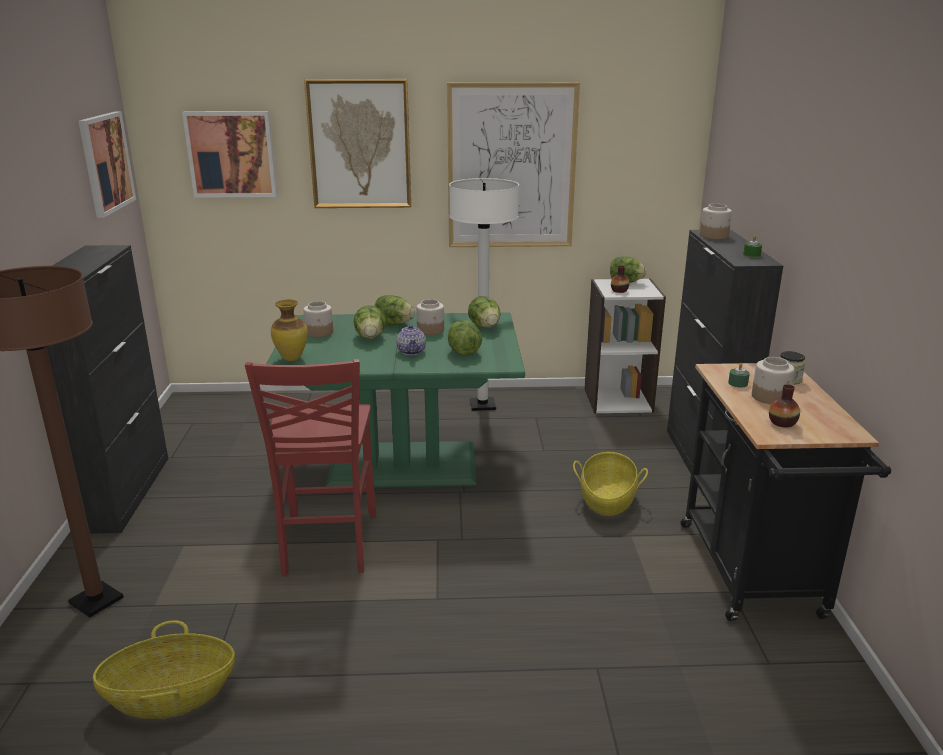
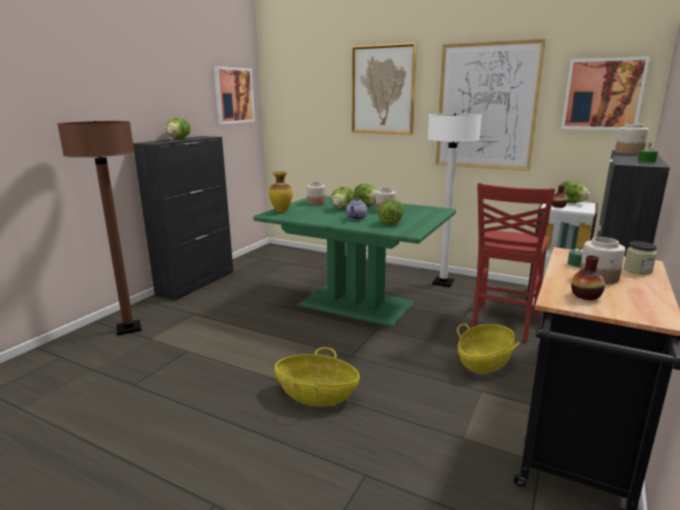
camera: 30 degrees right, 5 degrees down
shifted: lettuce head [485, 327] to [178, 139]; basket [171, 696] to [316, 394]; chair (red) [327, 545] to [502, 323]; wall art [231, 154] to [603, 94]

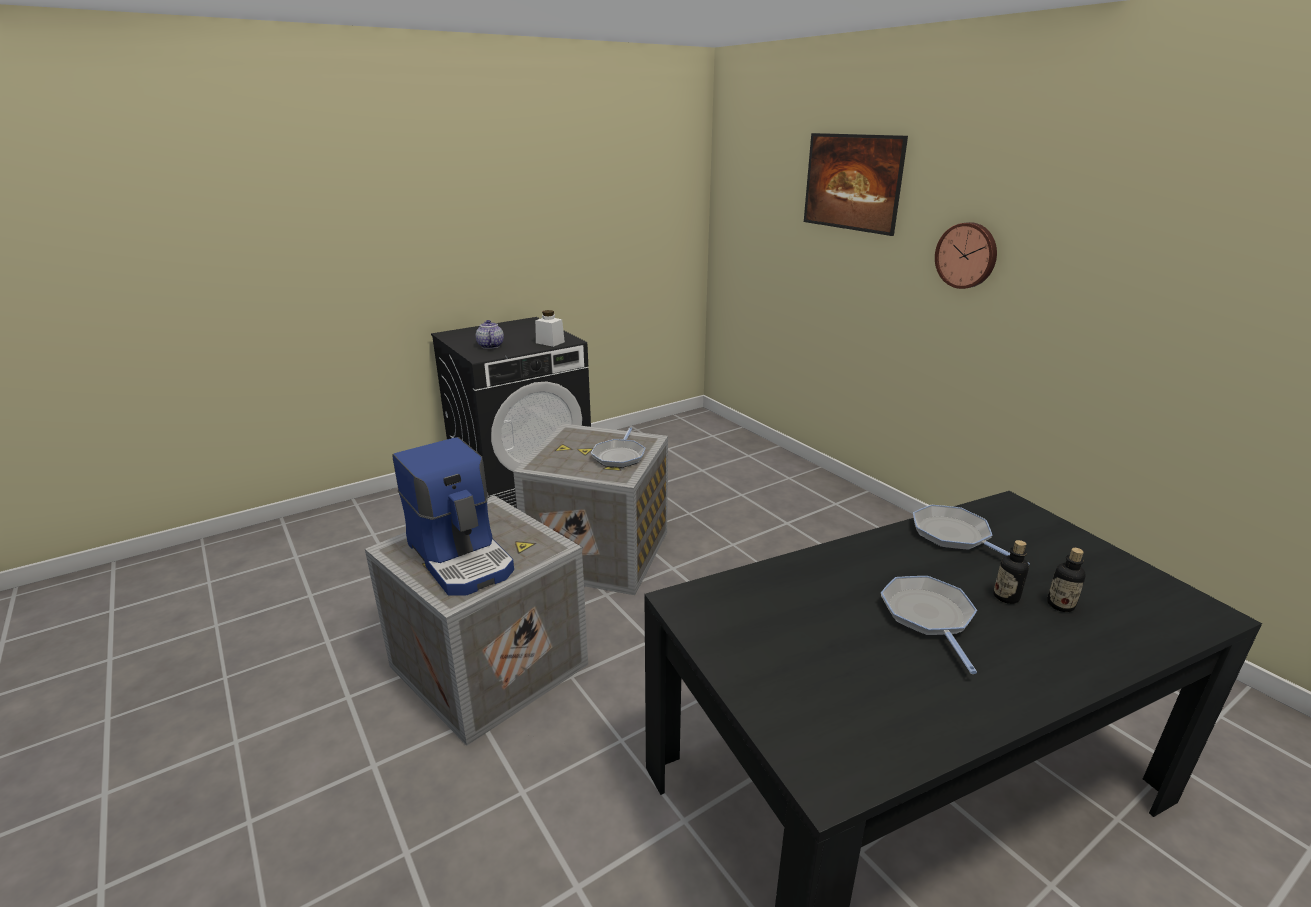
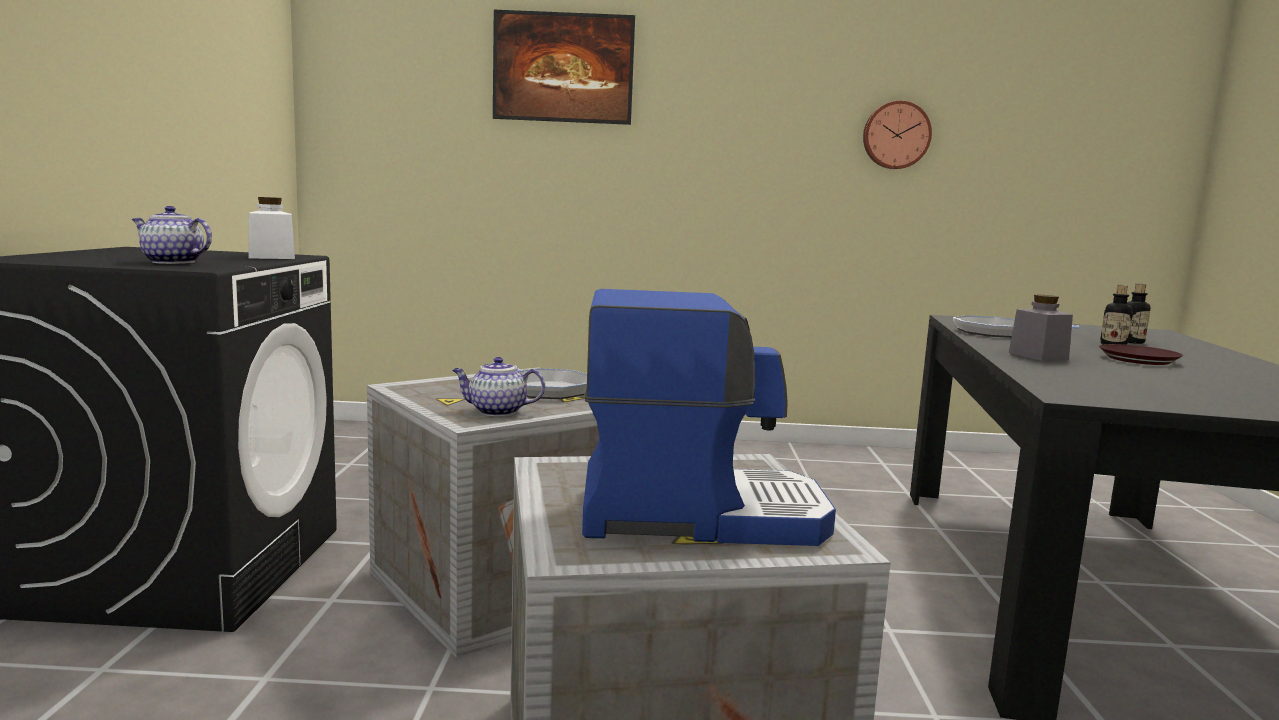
camera: 55 degrees left, 15 degrees down
new: tea pot [496, 411]; storage jar (grey) [1038, 356]
shifted: wall clock [967, 255] to [896, 135]
swapped: skillet [928, 617] to plate (brown-coloured) [1139, 360]

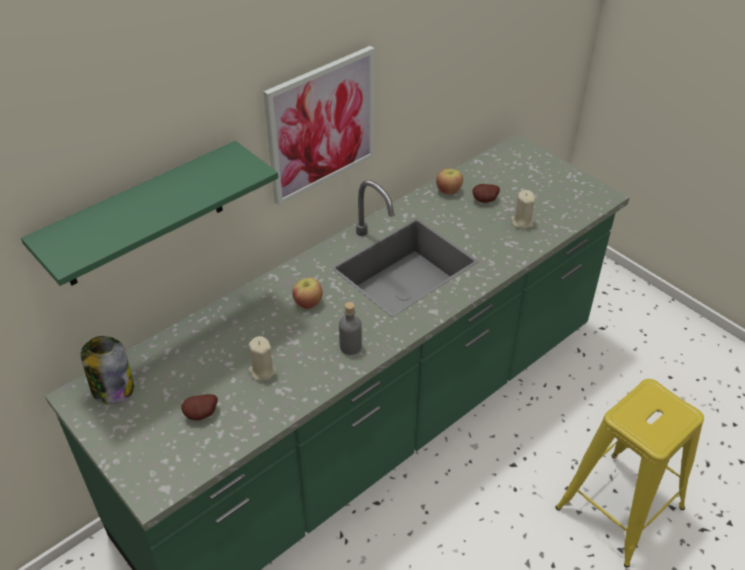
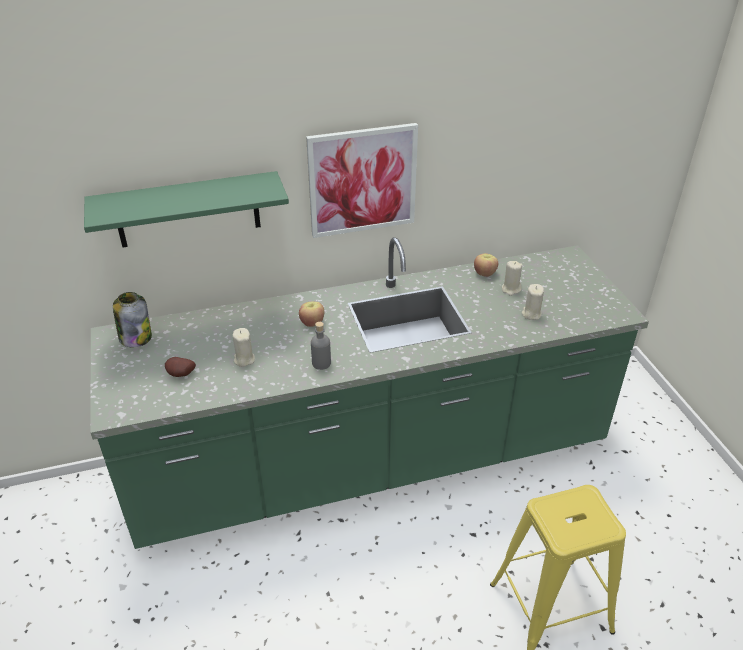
camera: 25 degrees right, 5 degrees down
swapped: spud [485, 201] to wax light (sand-coloured) [511, 289]

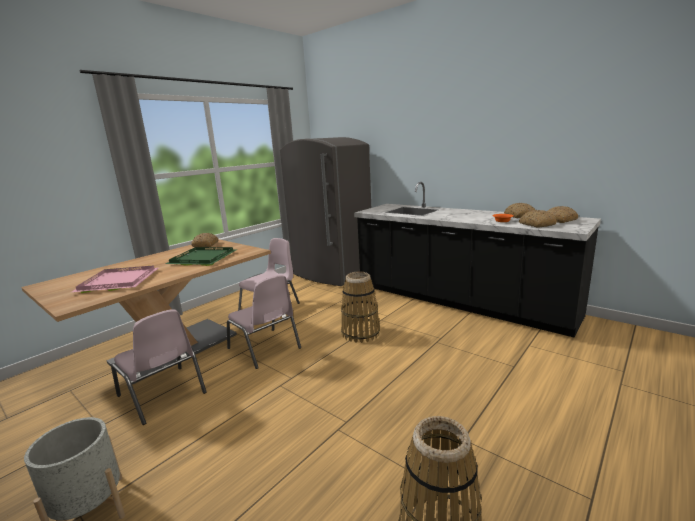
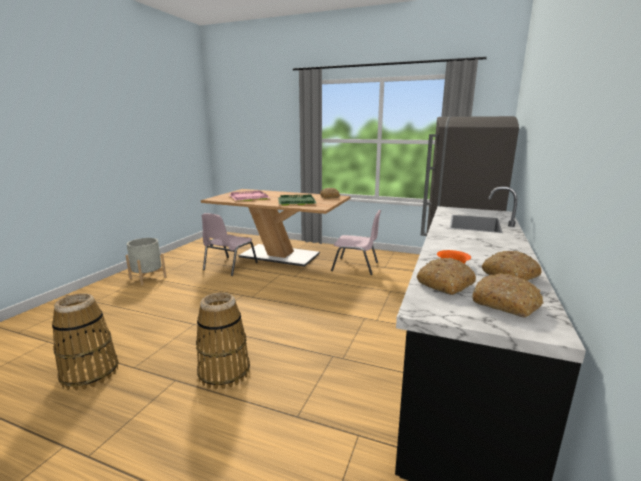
camera: 70 degrees right, 0 degrees up
gone: chair (pink-coloured) [265, 348]
shifted: basket [360, 333] to [224, 372]

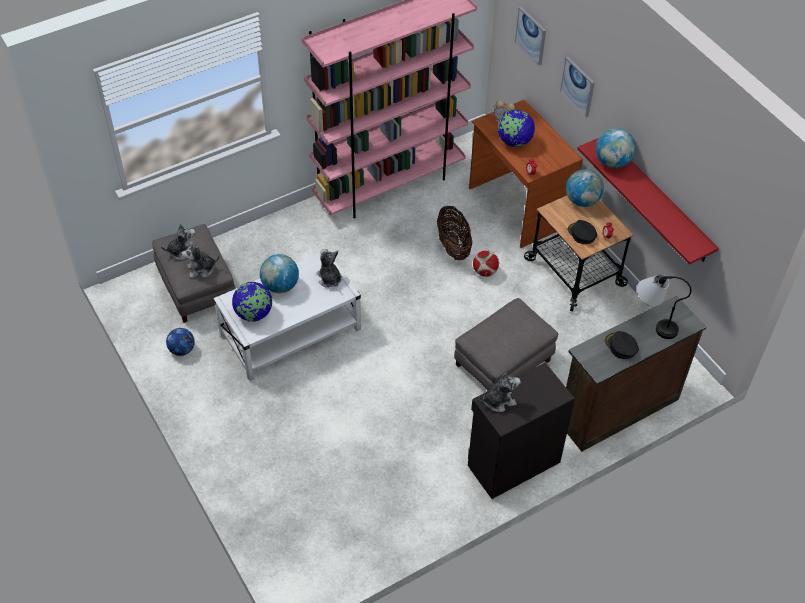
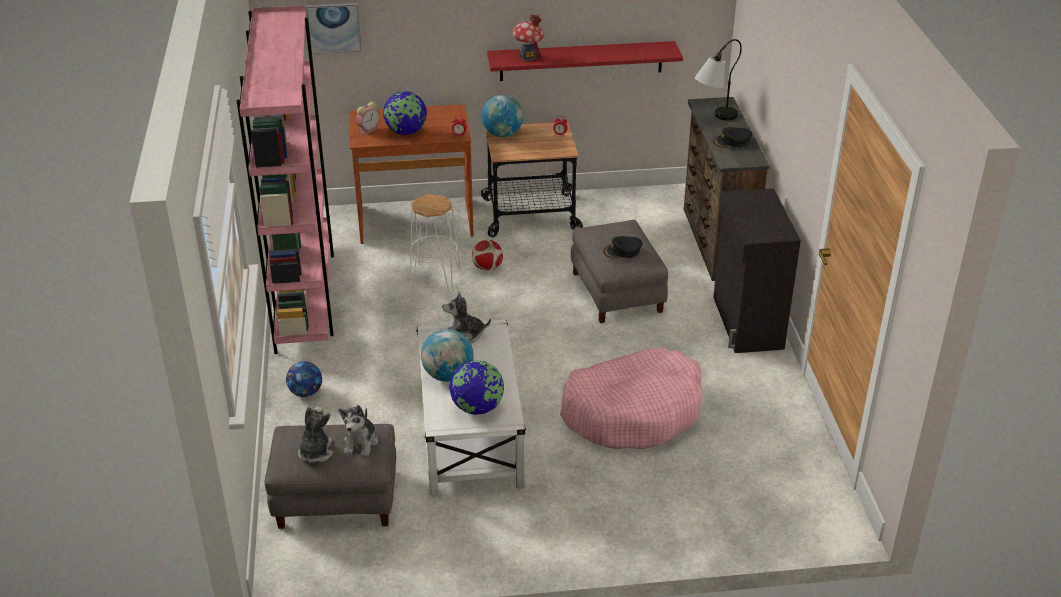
camera: 65 degrees left, 15 degrees down
gone: plush toy [498, 400]; wall art [578, 86]
new: dog bed (pink-coloured) [633, 412]
shifted: ball for football [182, 350] to [306, 392]; baseball cap (black) [581, 234] to [622, 251]
swapped: basket [453, 246] to stool seat (white-coloured) [435, 278]; world globe [612, 162] to model house [528, 57]

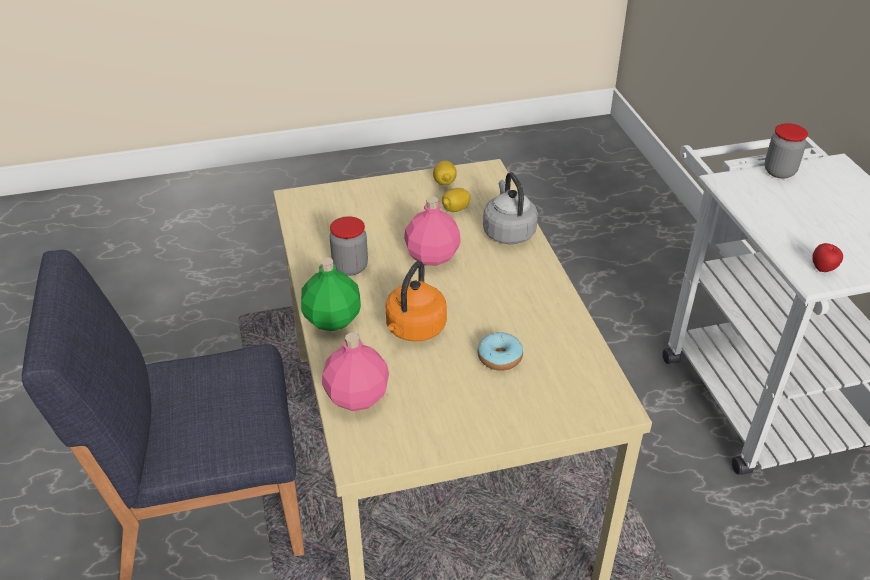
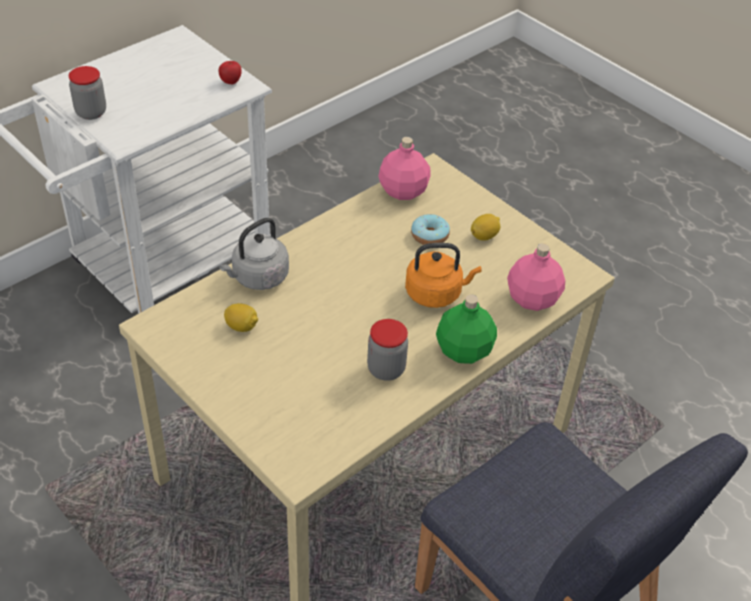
camera: 120 degrees left, 5 degrees up
shifted: bottle (pink-coloured) [432, 255] to [402, 191]; lemon [444, 182] to [484, 236]

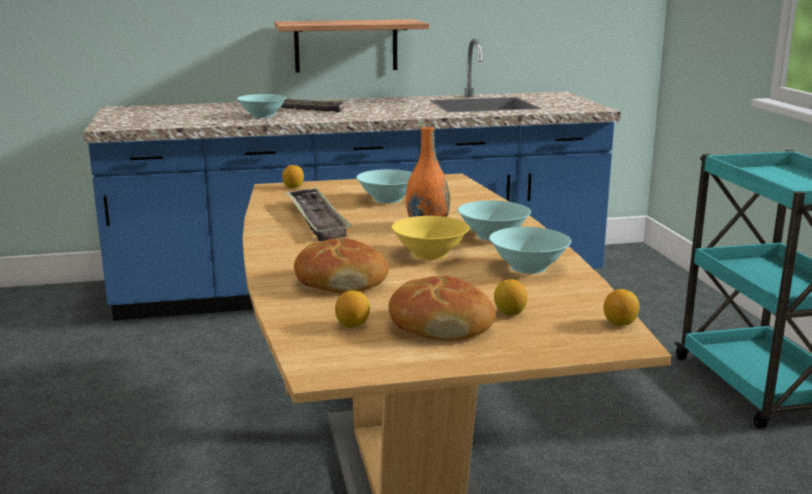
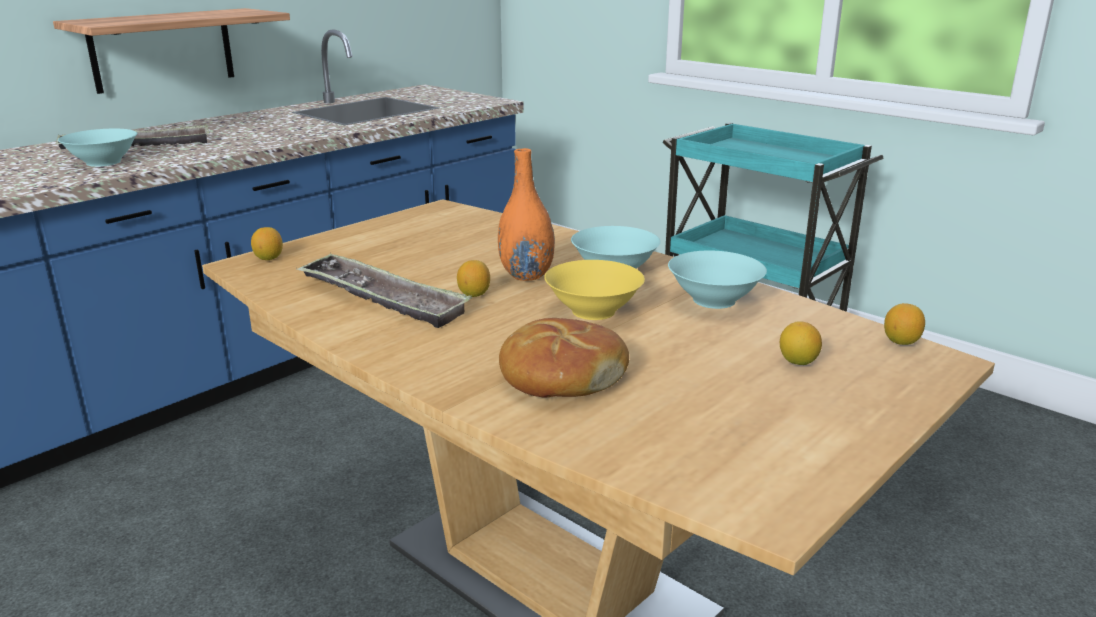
camera: 35 degrees left, 5 degrees up
gone: deep dish (turquoise-coloured) [388, 199]; baked bread [440, 324]
shifted: lemon [352, 325] to [474, 294]

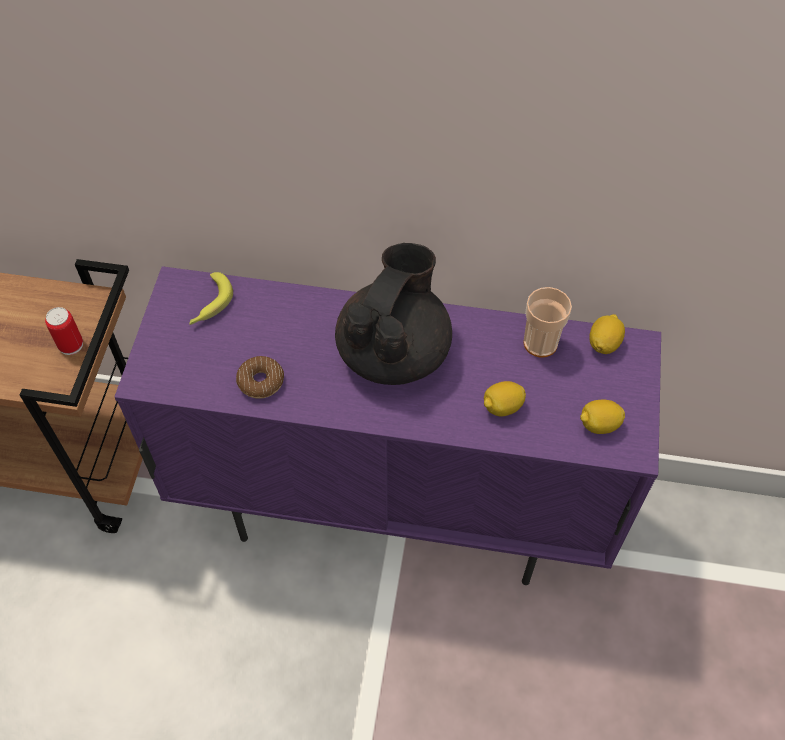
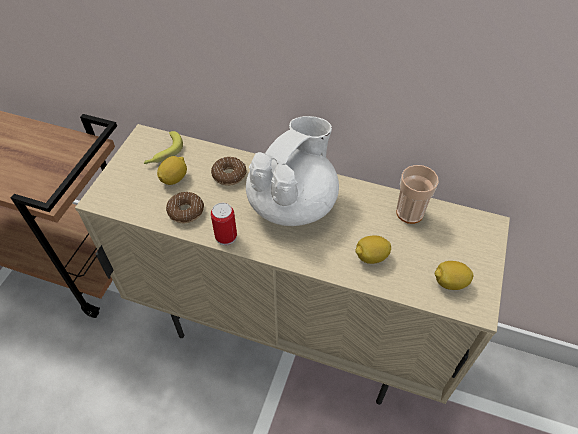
camera: 10 degrees right, 5 degrees down
new: ring doughnut [229, 175]
shifted: lemon [604, 343] to [174, 178]; sealed can [71, 345] to [226, 236]
repainted: cupboard (purple-coloured) [393, 509] to cupboard (sand-coloured) [290, 332]; tea pot (black) [394, 351] to tea pot (white-coloured) [293, 203]

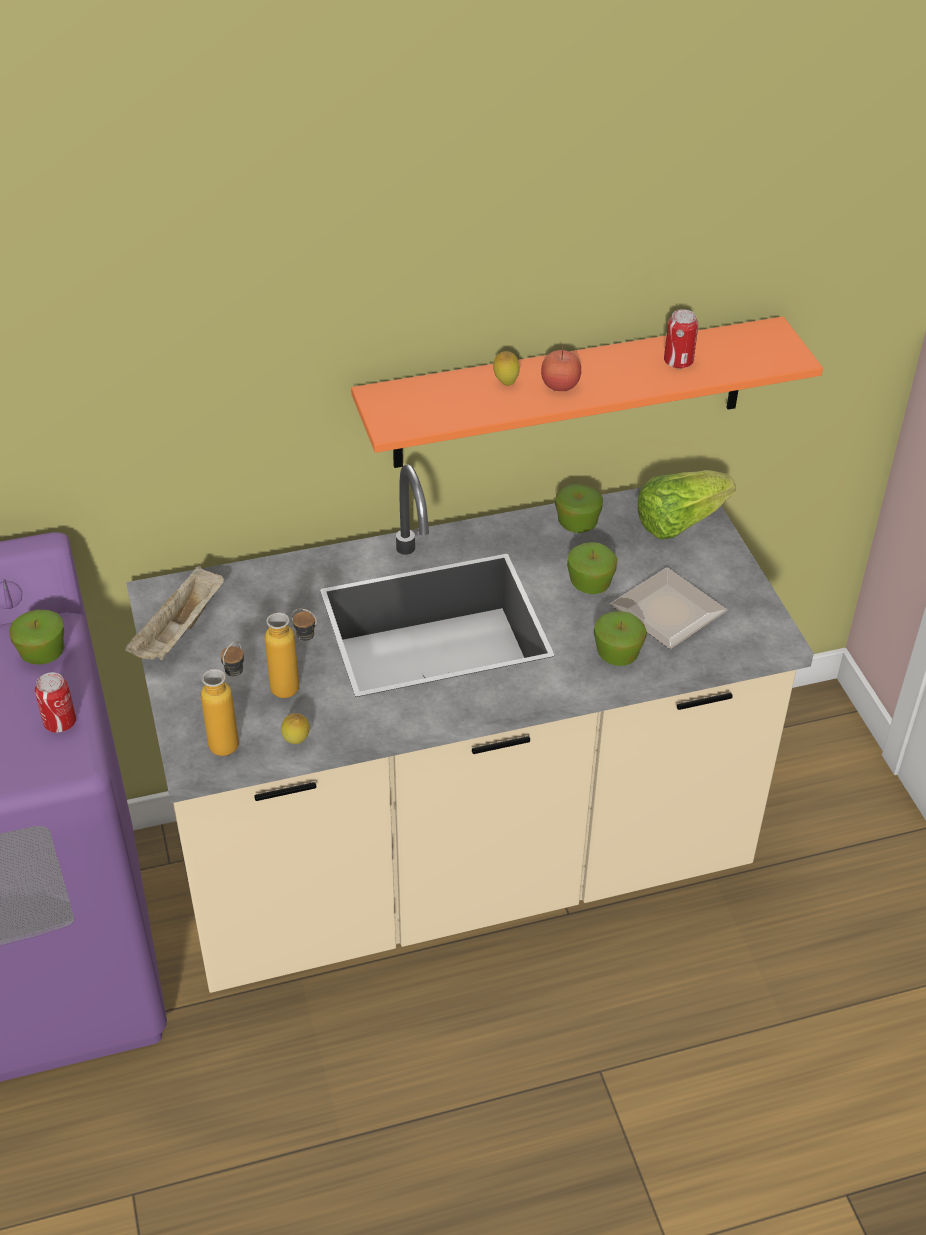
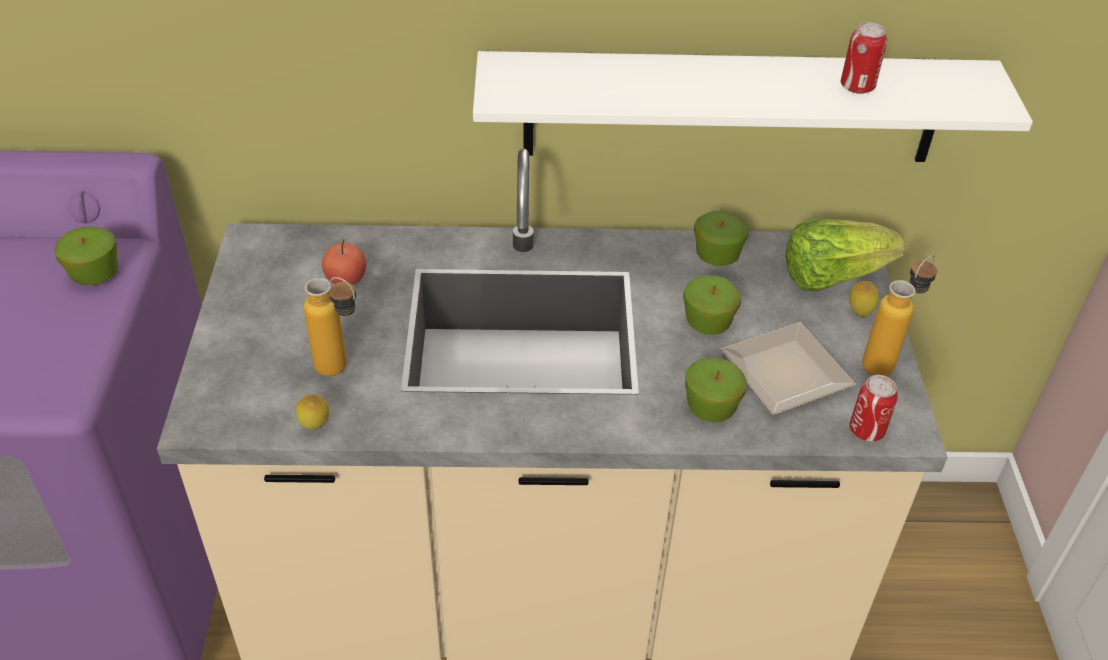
camera: 15 degrees right, 0 degrees up
gone: tray (sand-coloured) [179, 632]
shifted: apple fruit [560, 385] to [346, 279]; lemon [505, 383] to [859, 312]; sealed can [60, 722] to [866, 430]; bottle [232, 738] to [886, 361]
repainted: shelf (orange-coloured) [570, 393] to shelf (white-coloured) [732, 107]

